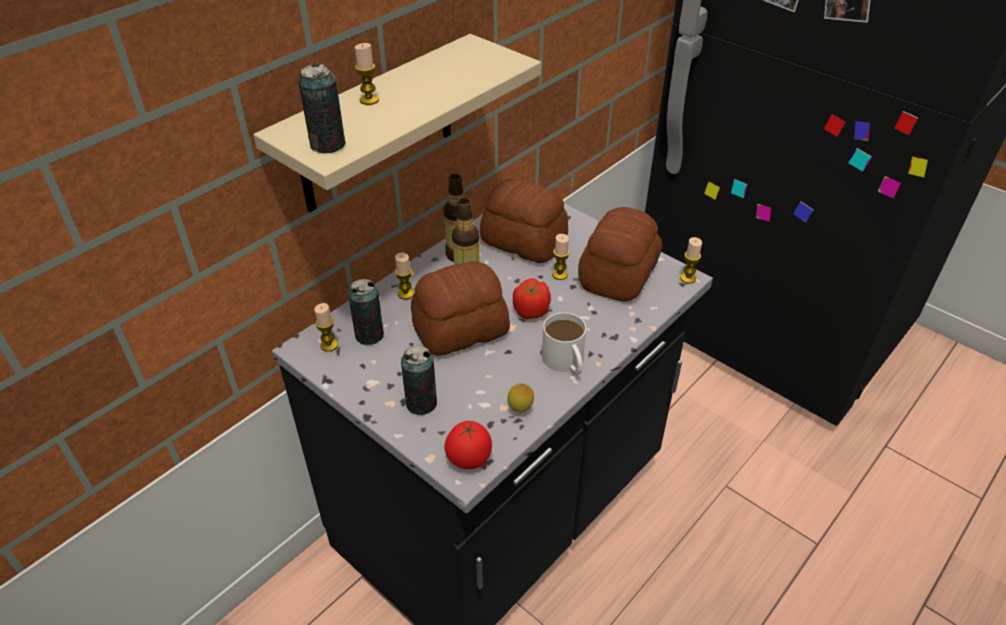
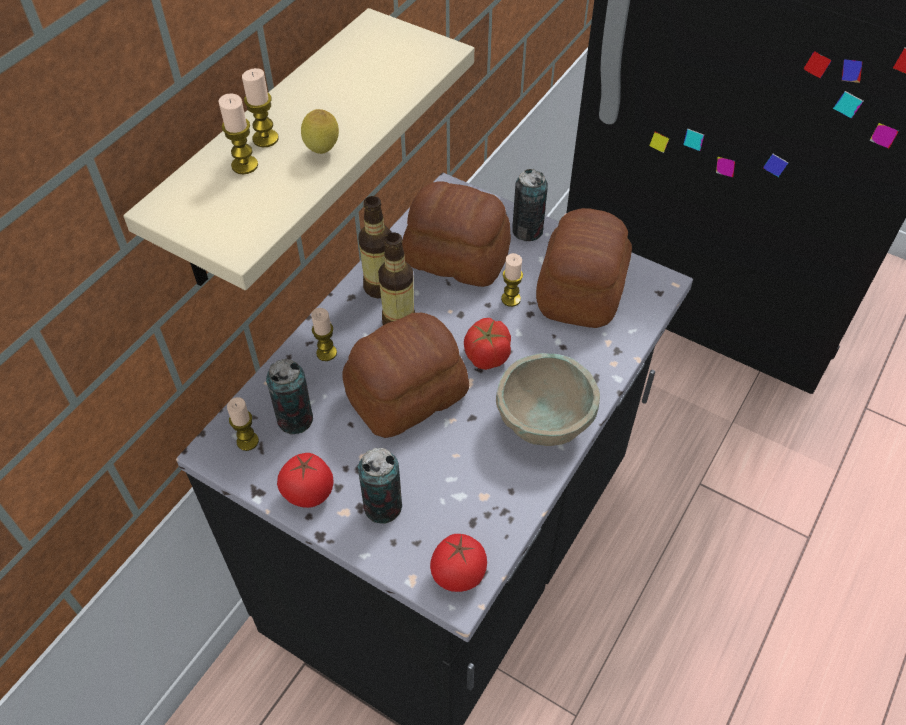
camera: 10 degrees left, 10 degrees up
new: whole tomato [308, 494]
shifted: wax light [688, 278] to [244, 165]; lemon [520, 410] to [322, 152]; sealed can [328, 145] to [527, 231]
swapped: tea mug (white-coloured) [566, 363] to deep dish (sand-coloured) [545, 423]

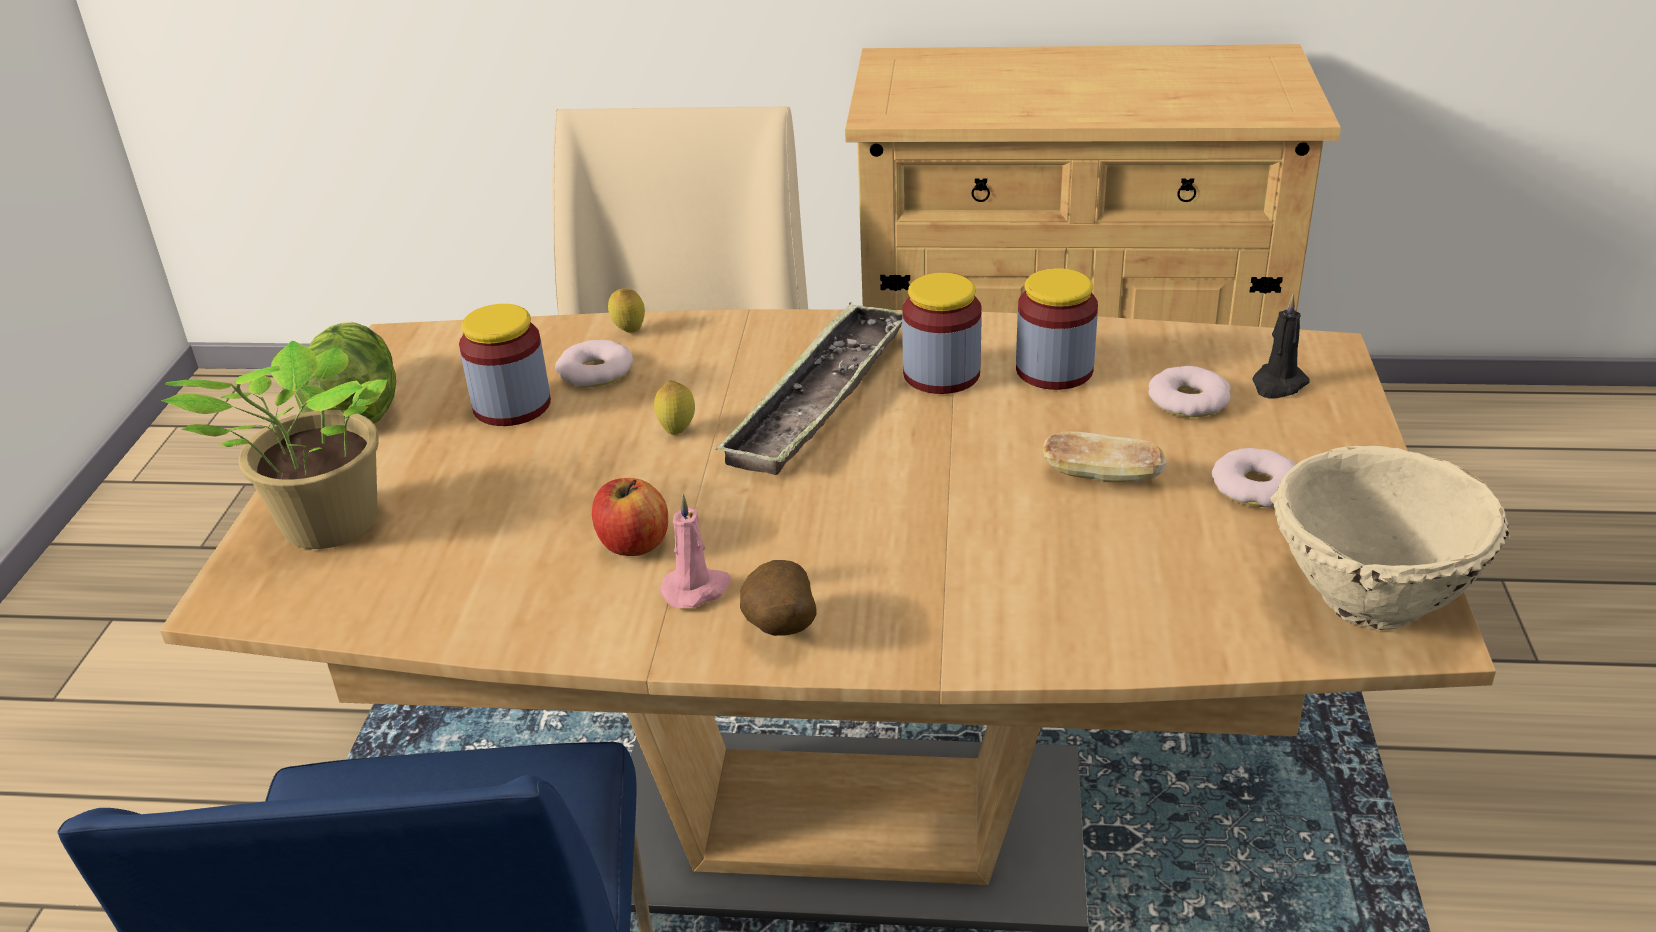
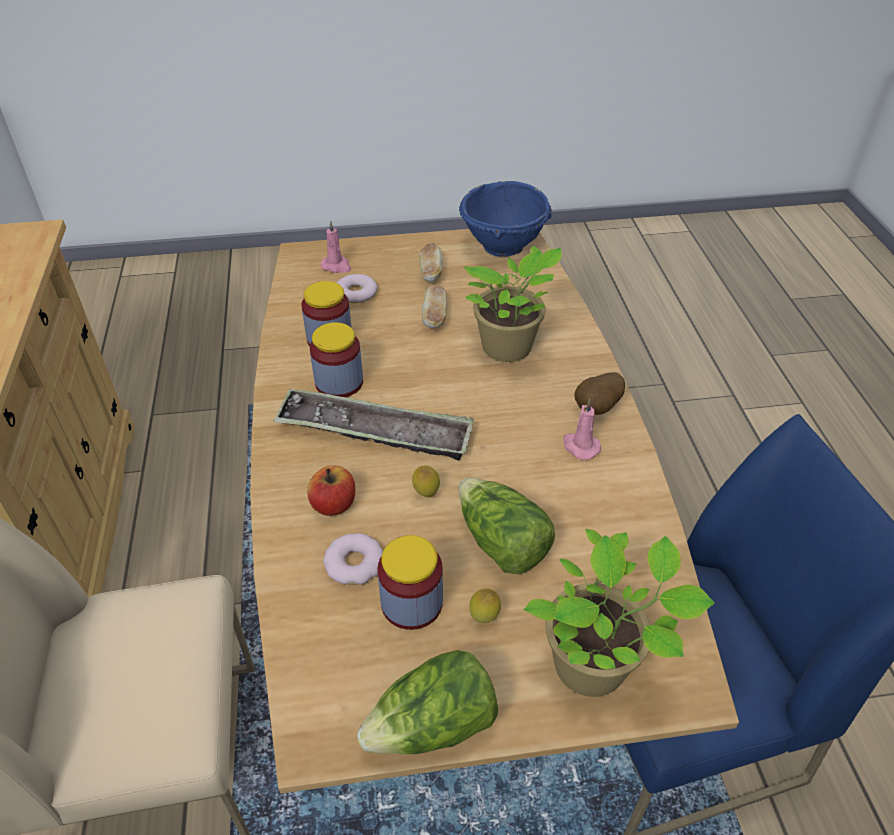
camera: 105 degrees left, 10 degrees up
new: lettuce head [501, 542]; houseplant [509, 349]
shifted: apple fruit [633, 544] to [334, 504]; lemon [629, 332] to [484, 618]
swapped: ring doughnut [1256, 486] to baked bread [430, 272]
repainted: wax light (black) [1278, 384] to wax light (pink-coloured) [336, 266]; deep dish (sand-coloured) [1369, 598] to deep dish (blue-coloured) [503, 247]

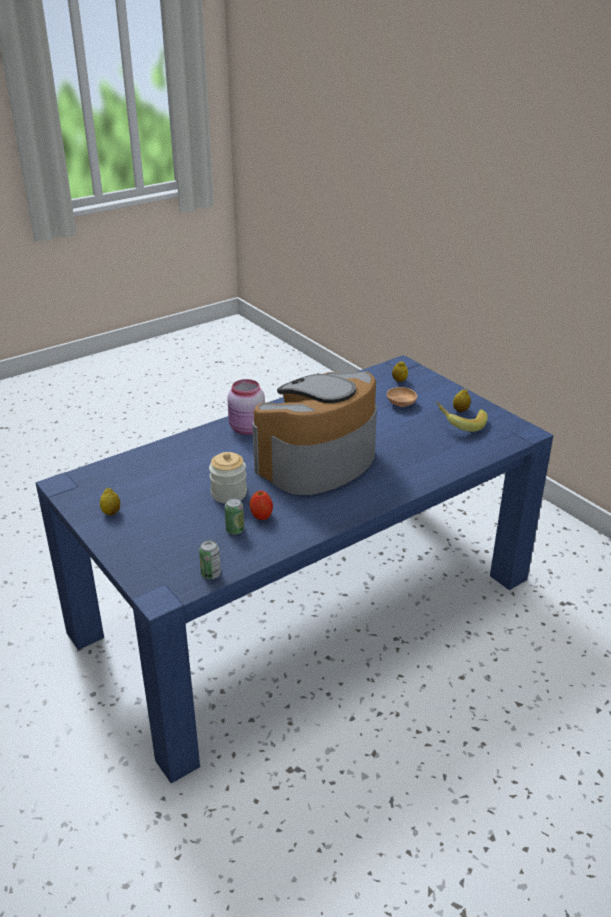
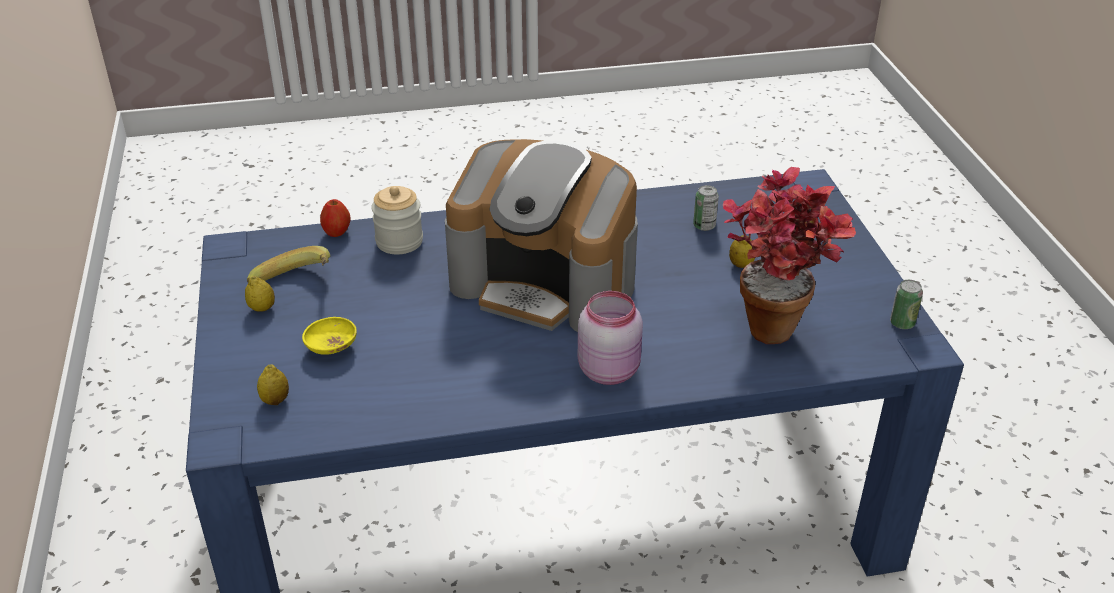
camera: 155 degrees left, 5 degrees up
new: houseplant [773, 321]
shifted: apple fruit [261, 516] to [337, 233]; storage jar [229, 494] to [399, 241]; lemon [111, 512] to [741, 265]; sealed can [211, 574] to [902, 323]
repainted: deep dish (brown-coloured) [401, 404] to deep dish (yellow-coloured) [331, 347]
rotated: coffee maker [317, 462] = [546, 283] 45 degrees clockwise

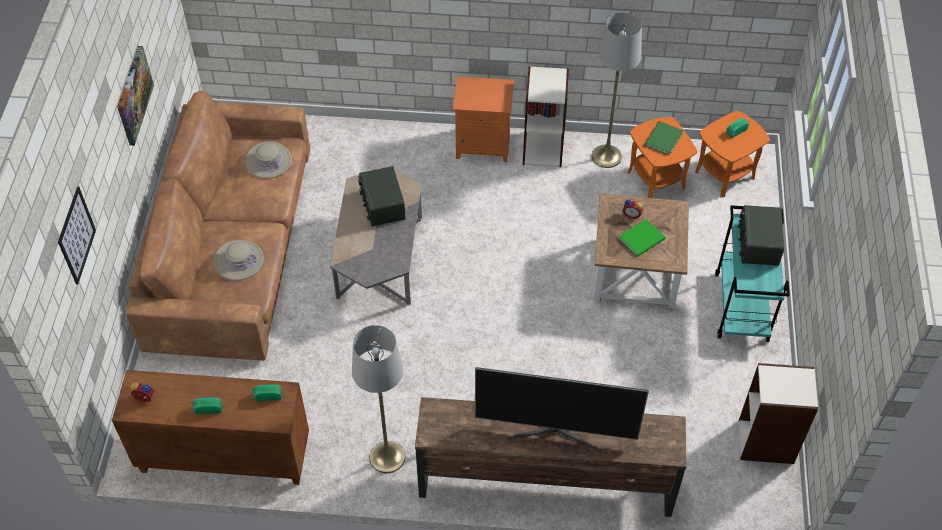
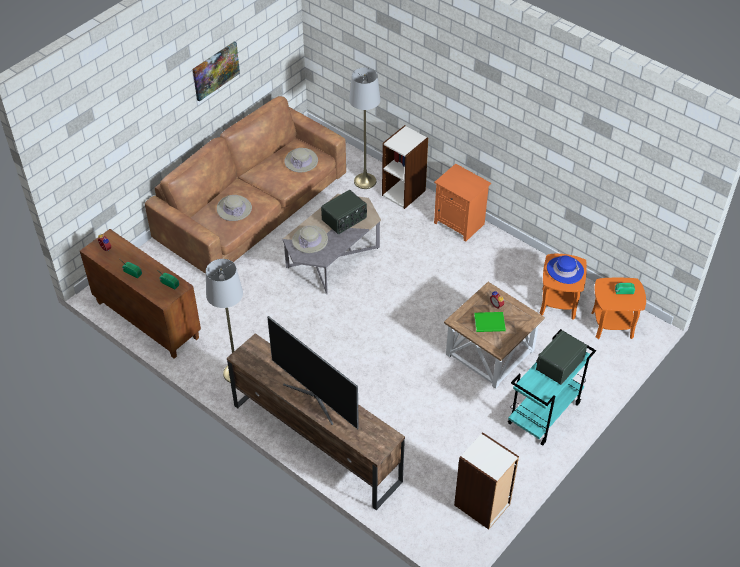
camera: 35 degrees right, 5 degrees down
gone: wall art [76, 235]
new: wearable hat (sand-coloured) [310, 240]
shifted: standing lamp (grey) [606, 156] to [365, 181]; shelving unit [543, 148] to [404, 193]
swapped: volume (greenish) [662, 139] to wearable hat (blue-coloured) [565, 270]
rotated: radio receiver [382, 205] = [344, 219] 150 degrees counterclockwise

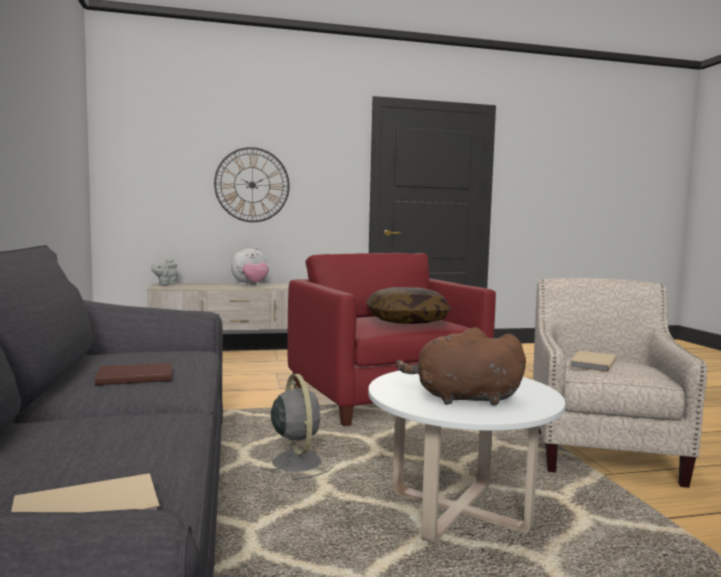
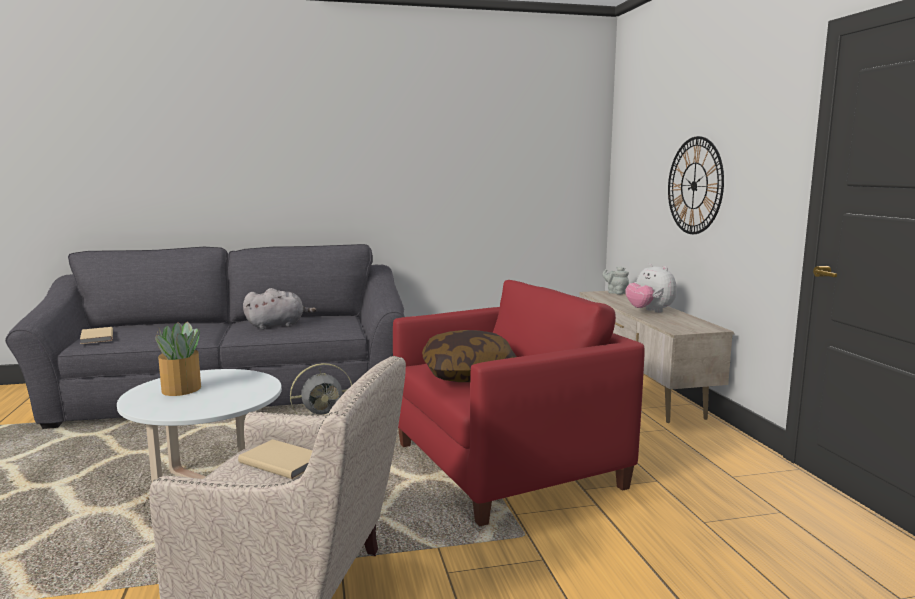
camera: 90 degrees right, 5 degrees up
swapped: plush toy (brown-coloured) [462, 398] to houseplant [180, 389]; volume (brown-coloured) [134, 377] to plush toy (grey) [277, 325]

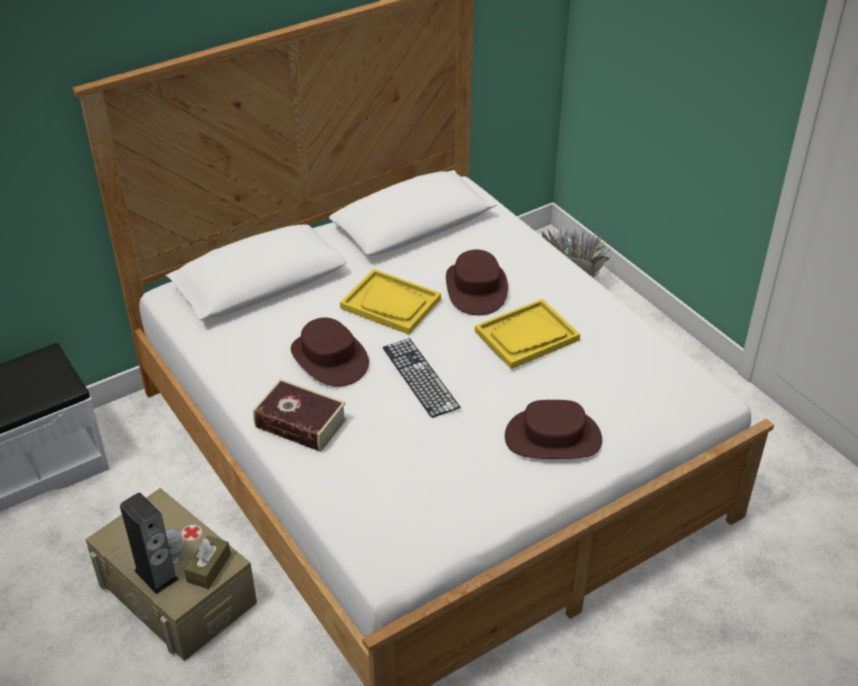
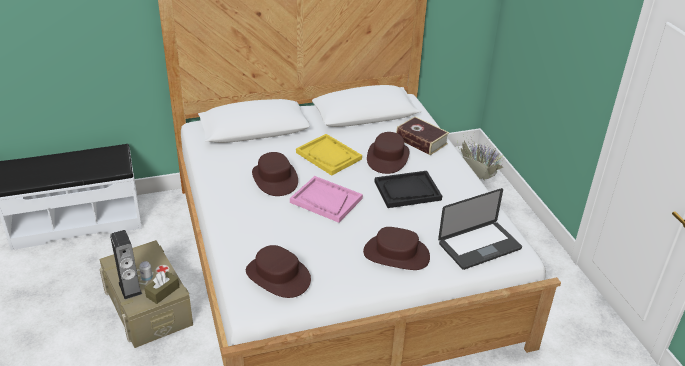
camera: 15 degrees right, 5 degrees down
new: wearable hat (brown-coloured) [277, 276]; notebook computer [479, 246]
shifted: volume [301, 423] to [421, 141]
swapped: computer keyboard [420, 377] to tray (pink-coloured) [326, 200]
repainted: tray (yellow-coloured) [526, 336] to tray (black) [407, 191]

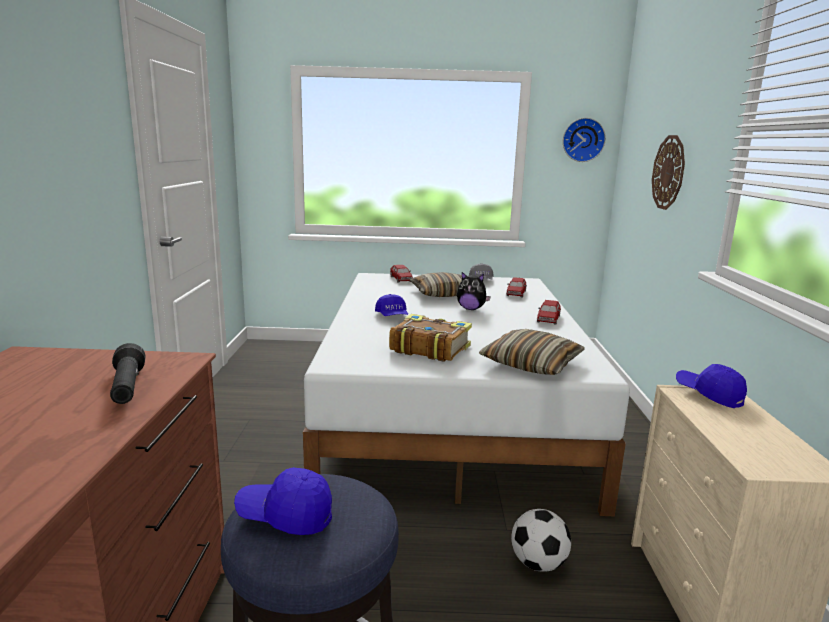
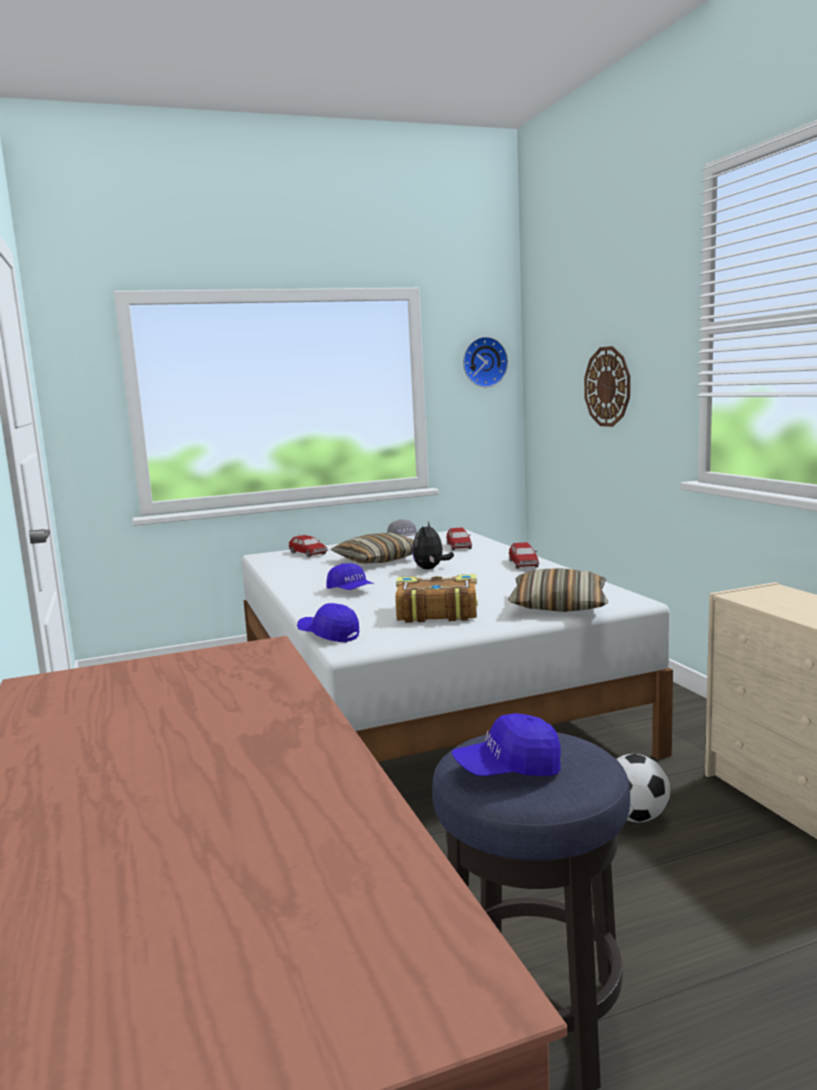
camera: 20 degrees left, 5 degrees down
gone: torch (black) [127, 388]
shifted: baseball cap (blue-coloured) [708, 395] to [329, 635]
rotated: plush toy [471, 309] = [430, 569] 105 degrees clockwise

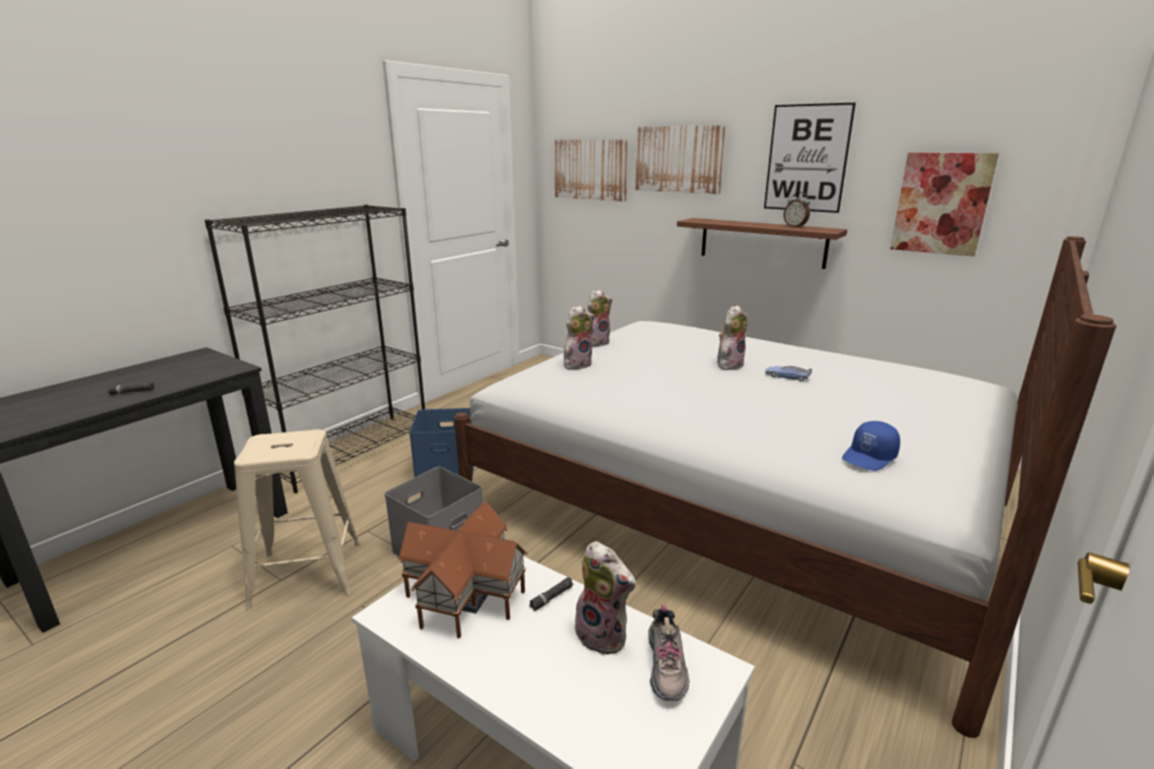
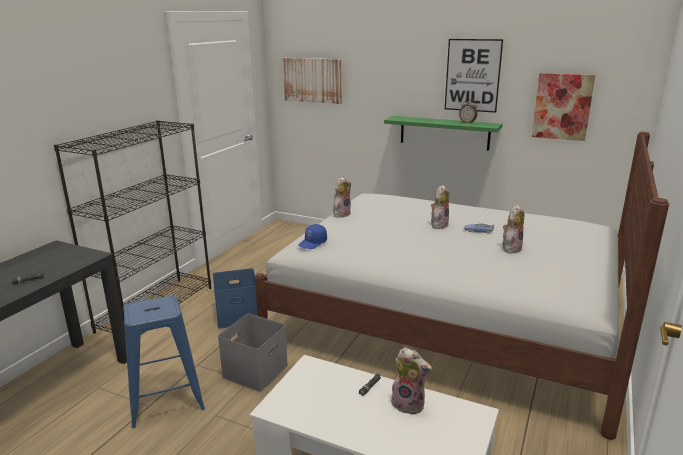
camera: 10 degrees left, 0 degrees up
gone: model house [468, 593]; wall art [679, 159]; low shoe [667, 667]
shifted: baseball cap (blue-coloured) [870, 457] to [313, 243]; plush toy [577, 364] to [511, 248]
repainted: stool seat (sand-coloured) [308, 573] to stool seat (blue-coloured) [166, 399]; shelf (brown-coloured) [762, 242] to shelf (greenish) [444, 133]

